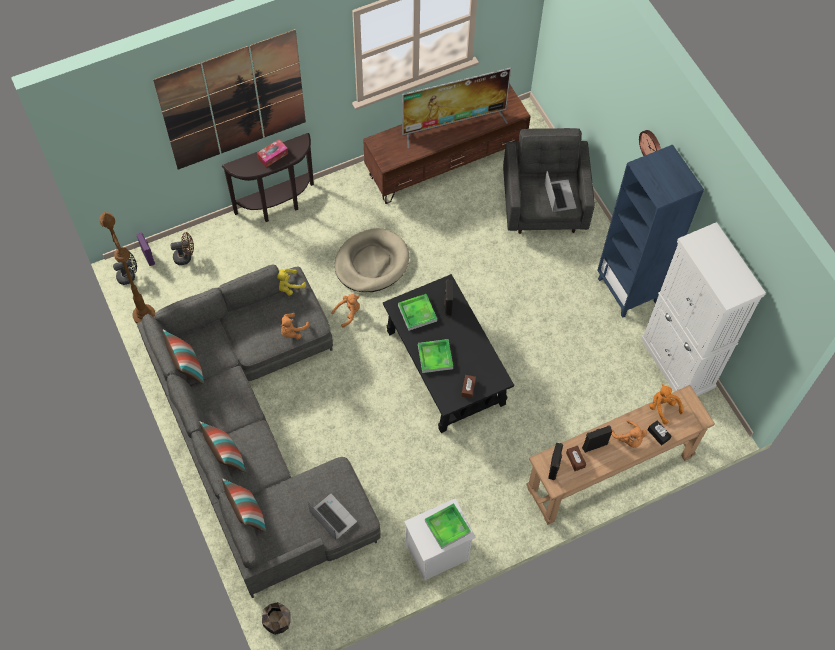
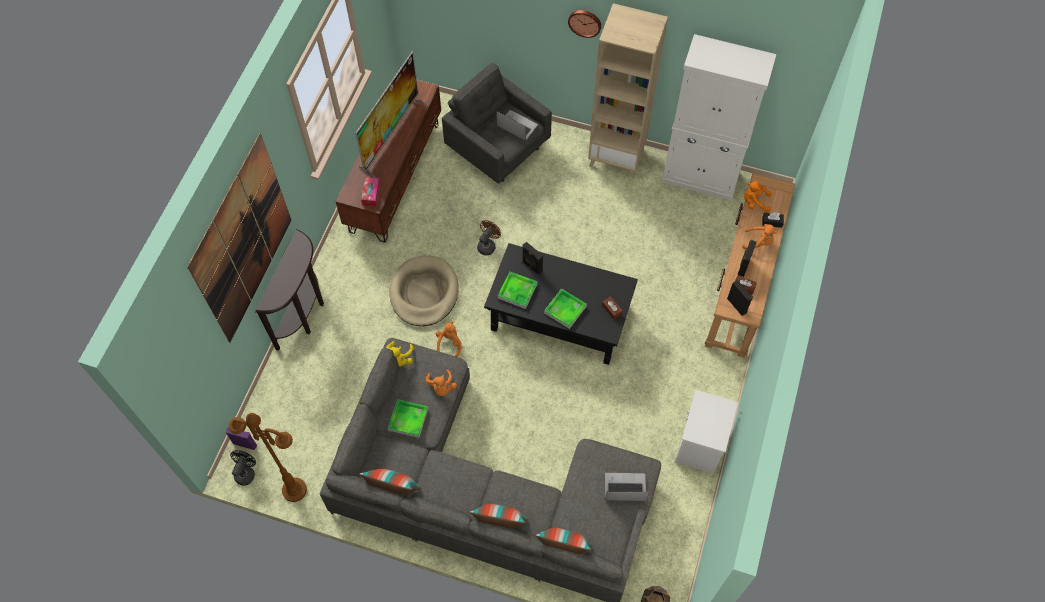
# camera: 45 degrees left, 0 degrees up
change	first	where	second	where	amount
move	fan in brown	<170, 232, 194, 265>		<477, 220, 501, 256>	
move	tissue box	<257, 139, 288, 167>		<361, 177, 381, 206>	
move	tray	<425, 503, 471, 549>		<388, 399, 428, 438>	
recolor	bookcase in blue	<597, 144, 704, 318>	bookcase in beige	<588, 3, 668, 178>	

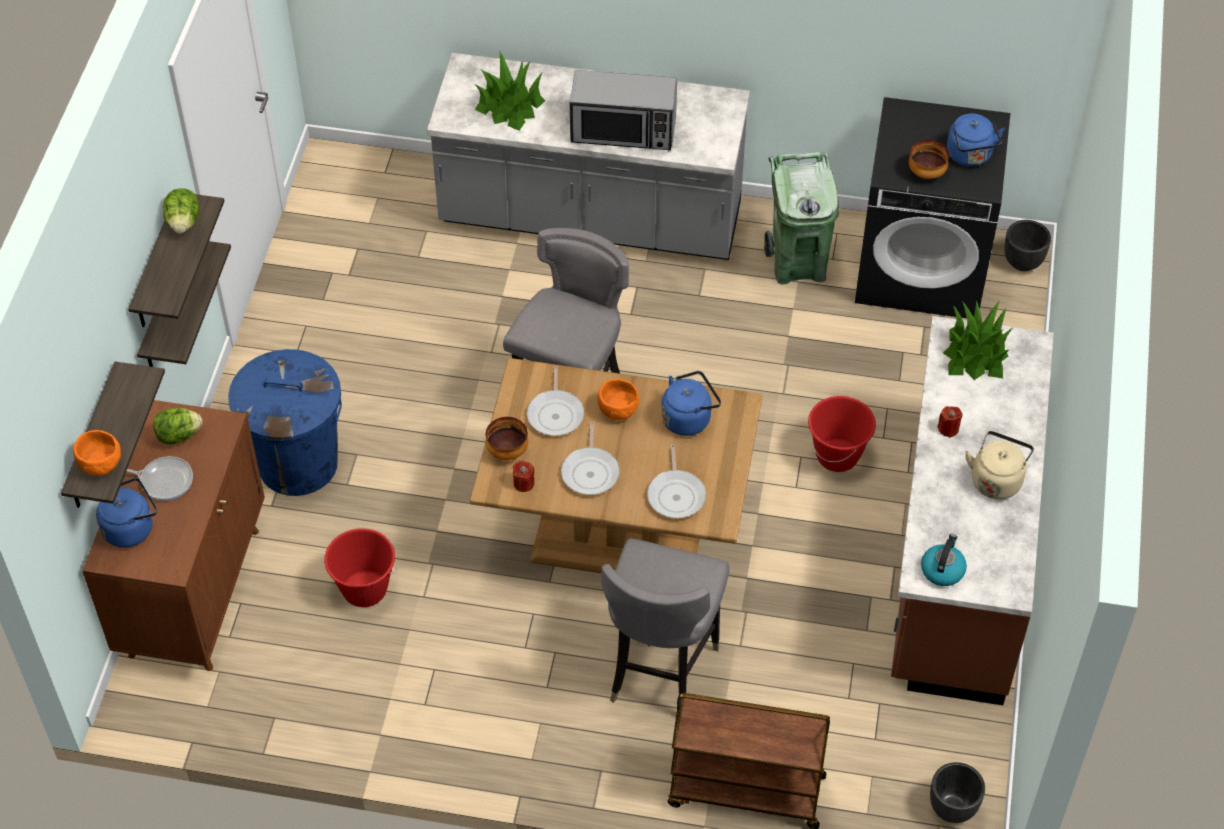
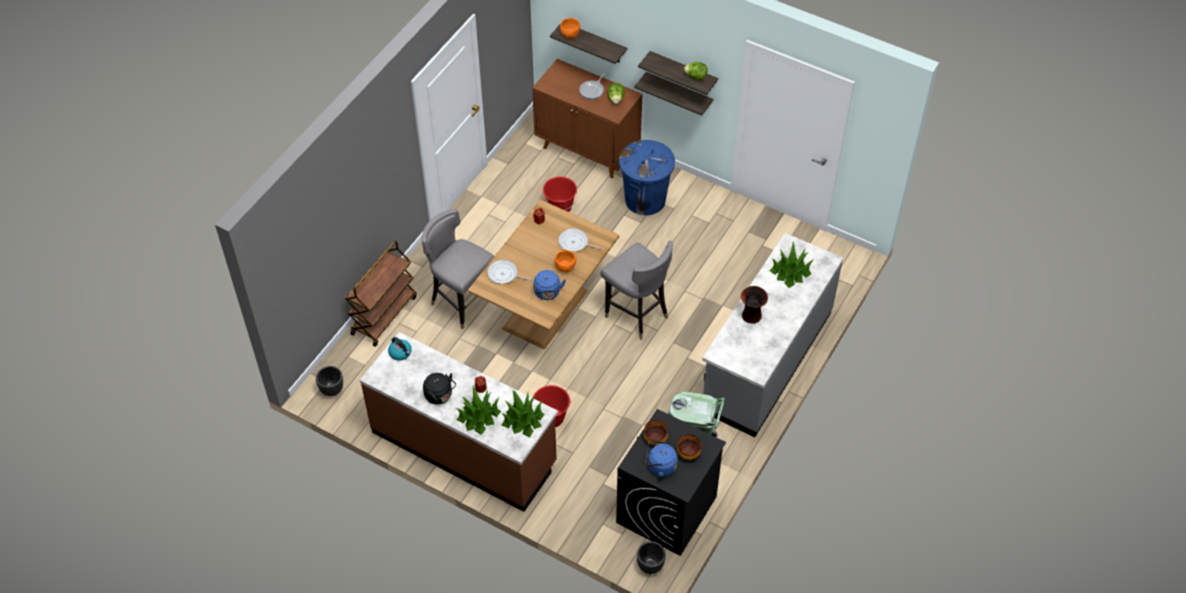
# camera: 110 degrees right, 0 degrees up
change	first	where	second	where	amount
delete	kettle in blue	<96, 478, 157, 548>			
delete	frying pan	<561, 422, 620, 495>			
insert			potted plant	<456, 386, 501, 435>	
move	bowl	<486, 417, 528, 460>		<677, 434, 701, 460>	
replace	microwave	<570, 70, 677, 151>	vase	<741, 286, 768, 323>	
recolor	kettle in beige	<965, 431, 1034, 500>	kettle in black	<423, 373, 456, 405>	

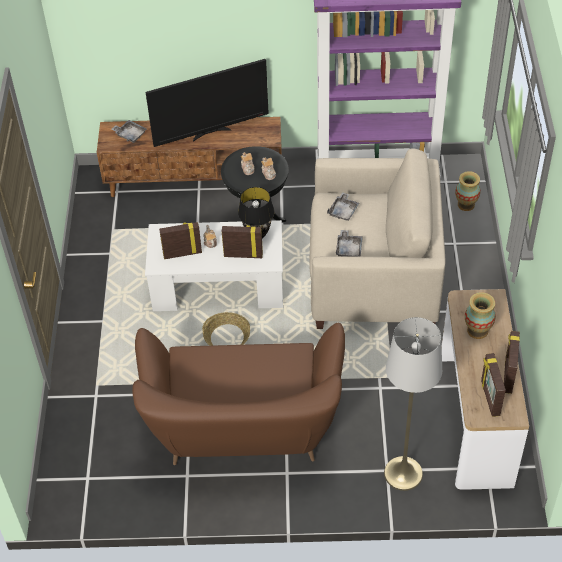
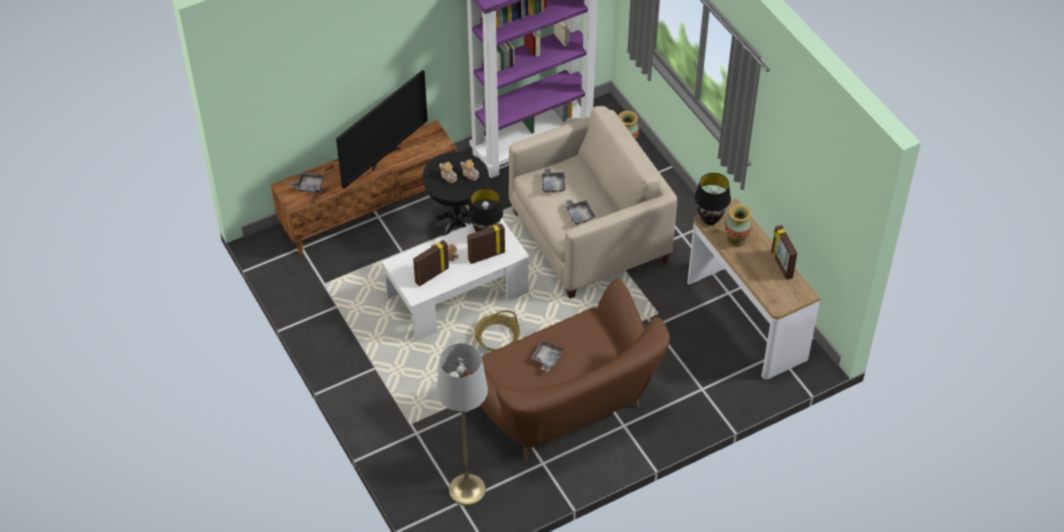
# camera: 30 degrees left, 0 degrees up
change	first	where	second	where	amount
delete	picture frame	<481, 353, 506, 417>			
insert			tray in grey	<531, 340, 564, 372>	
insert			table lamp in black	<695, 173, 731, 225>	
move	floor lamp in grey	<384, 317, 442, 491>		<437, 343, 488, 506>	

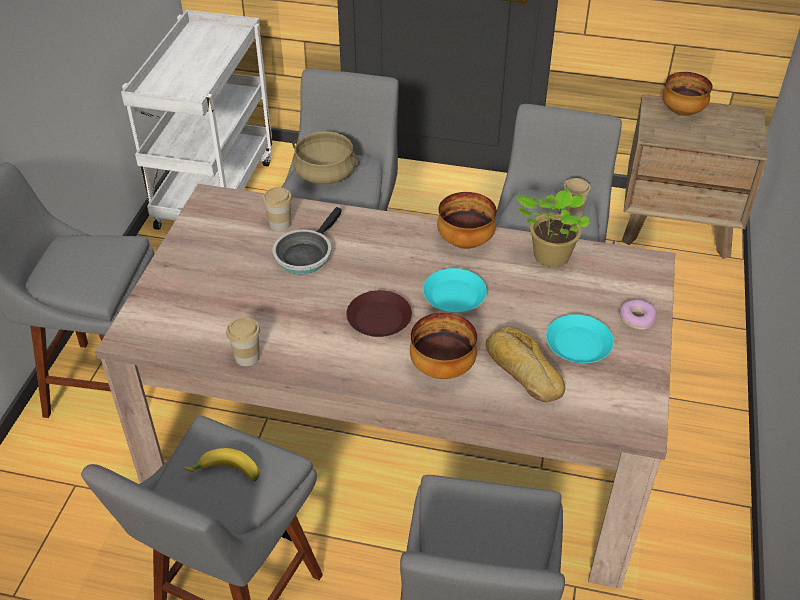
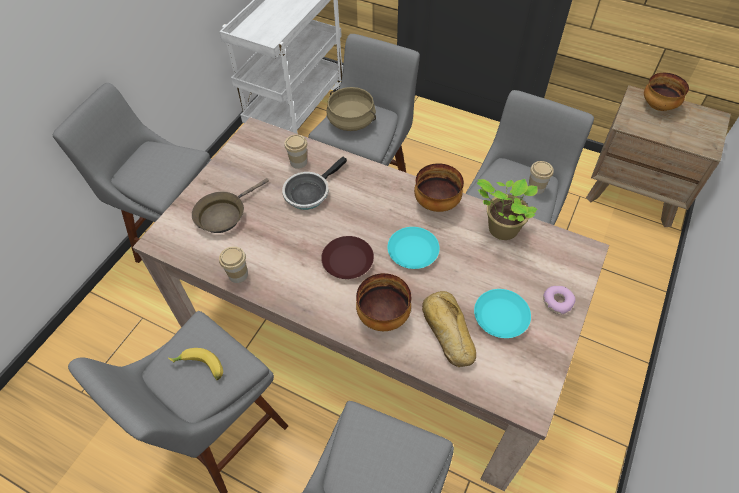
# camera: 15 degrees right, 10 degrees up
change	first	where	second	where	amount
insert			frying pan in brown	<192, 178, 269, 233>	

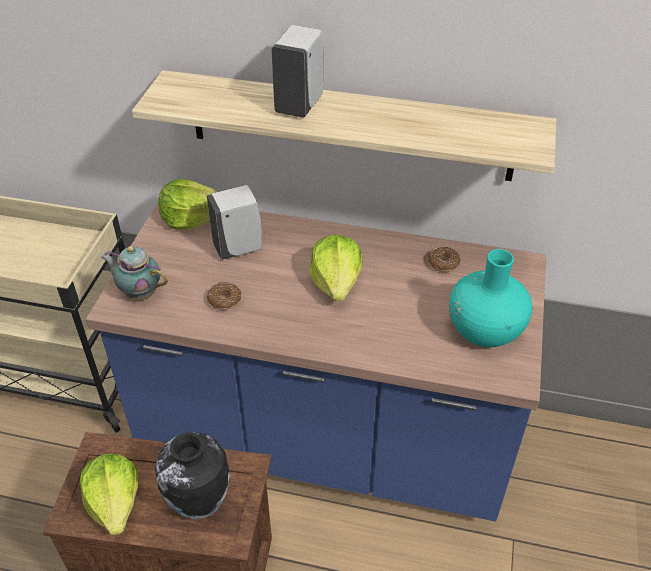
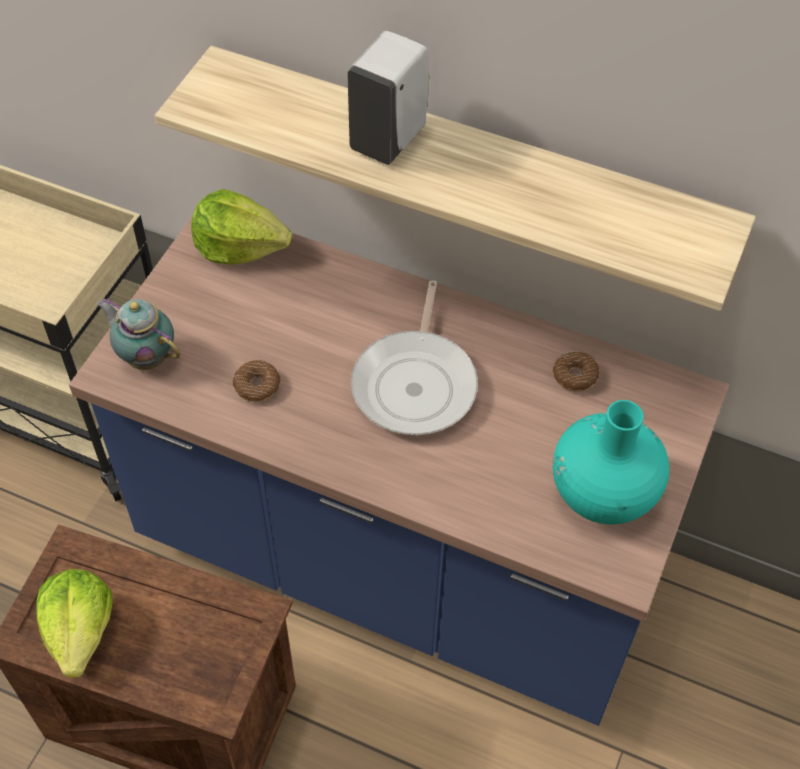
# camera: 10 degrees right, 10 degrees up
change	first	where	second	where	amount
delete	vase	<155, 432, 230, 519>			
delete	soap dispenser in white	<207, 185, 262, 260>			
replace	lettuce	<309, 235, 363, 301>	frying pan	<351, 280, 478, 435>	

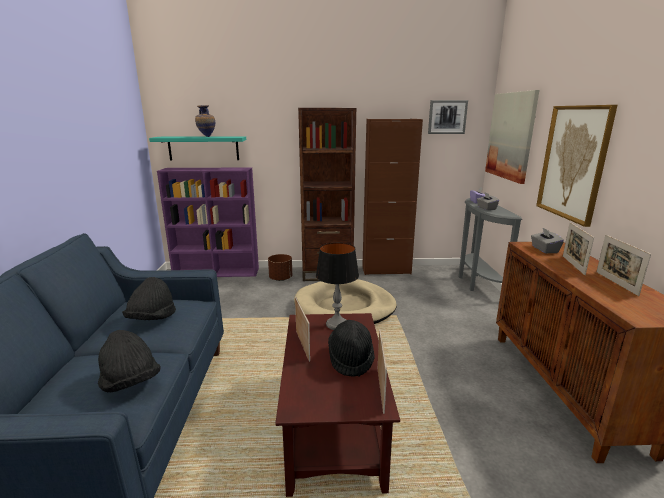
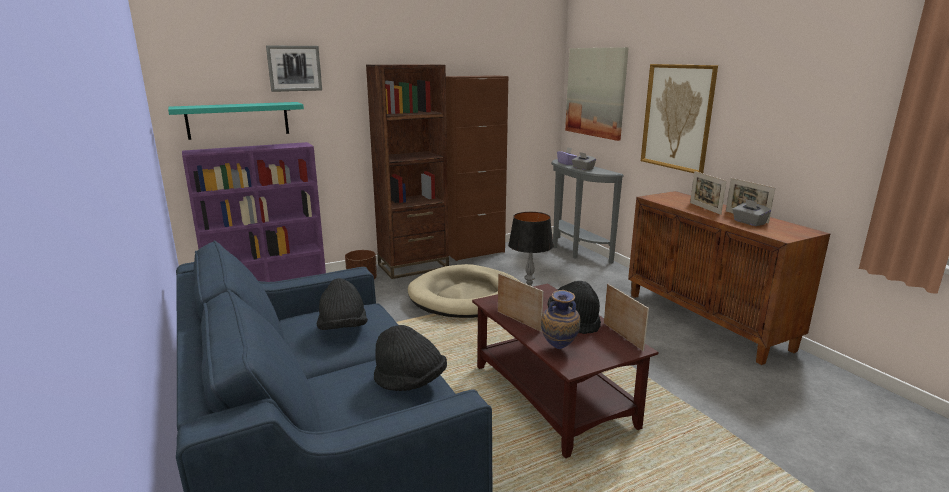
# camera: 25 degrees left, 0 degrees up
change	first	where	second	where	amount
move	vase	<195, 105, 215, 137>		<541, 290, 580, 349>	
move	picture	<428, 100, 468, 134>		<266, 46, 322, 92>	
move	tissue box in grey	<531, 228, 564, 253>		<732, 199, 771, 226>	

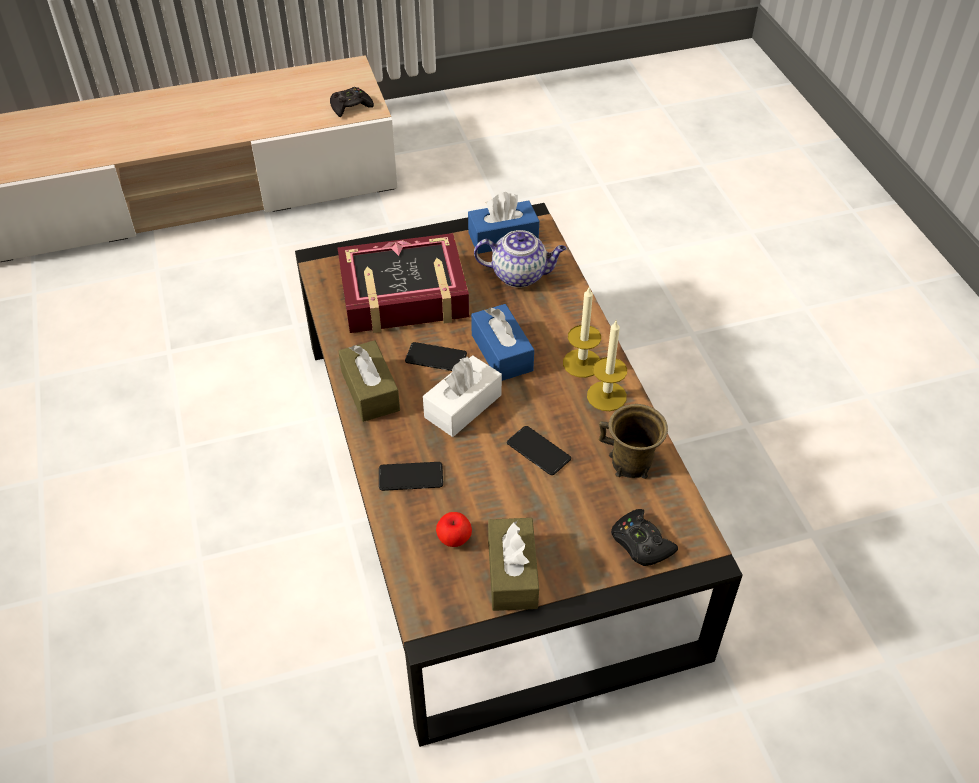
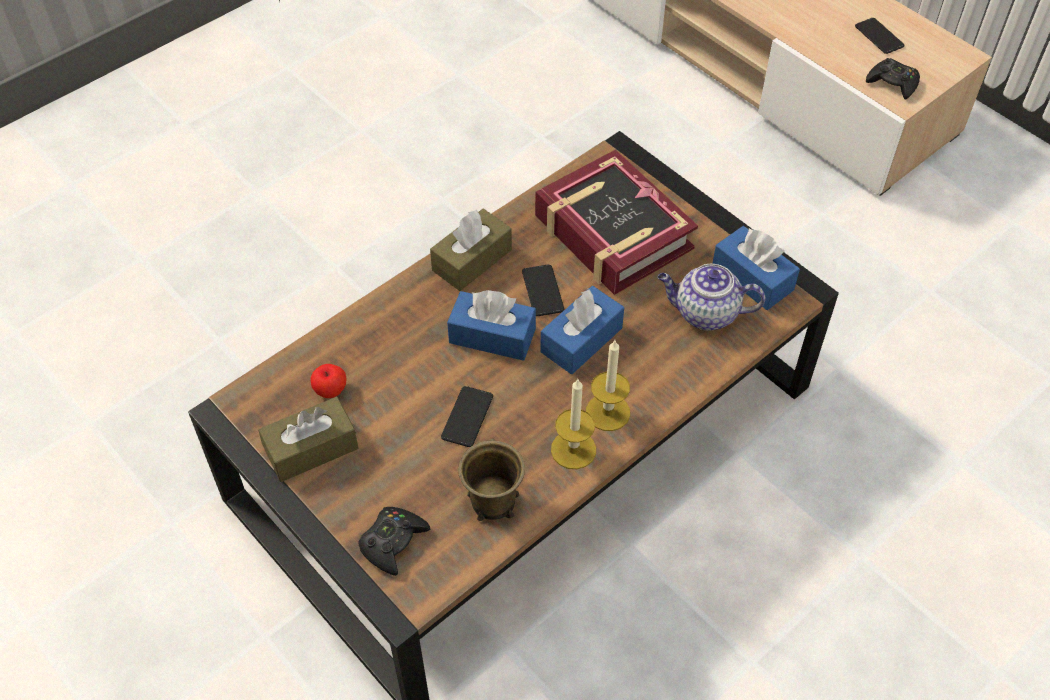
# camera: 65 degrees right, 5 degrees up
change	first	where	second	where	amount
move	phone	<379, 462, 443, 491>		<855, 18, 905, 54>	
recolor	tissue box in white	<423, 356, 502, 437>	tissue box in blue	<447, 290, 536, 361>	
rotate	teapot	<474, 230, 567, 288>		<658, 264, 765, 331>	120 degrees clockwise

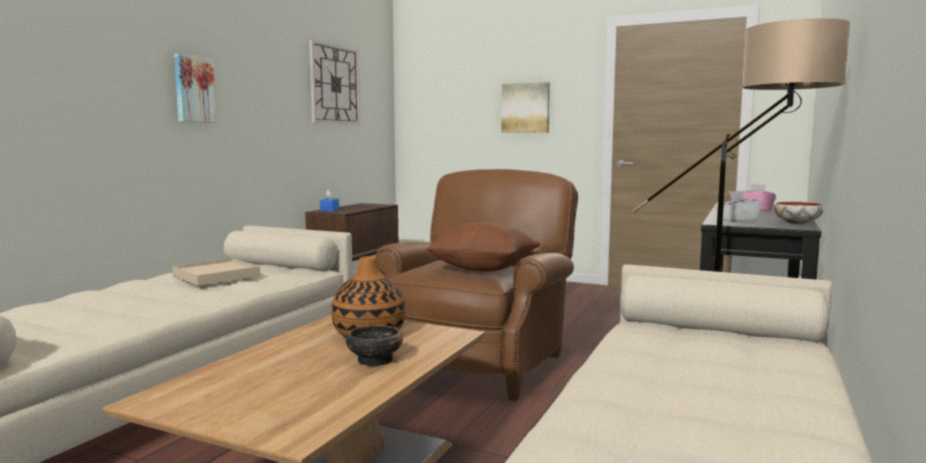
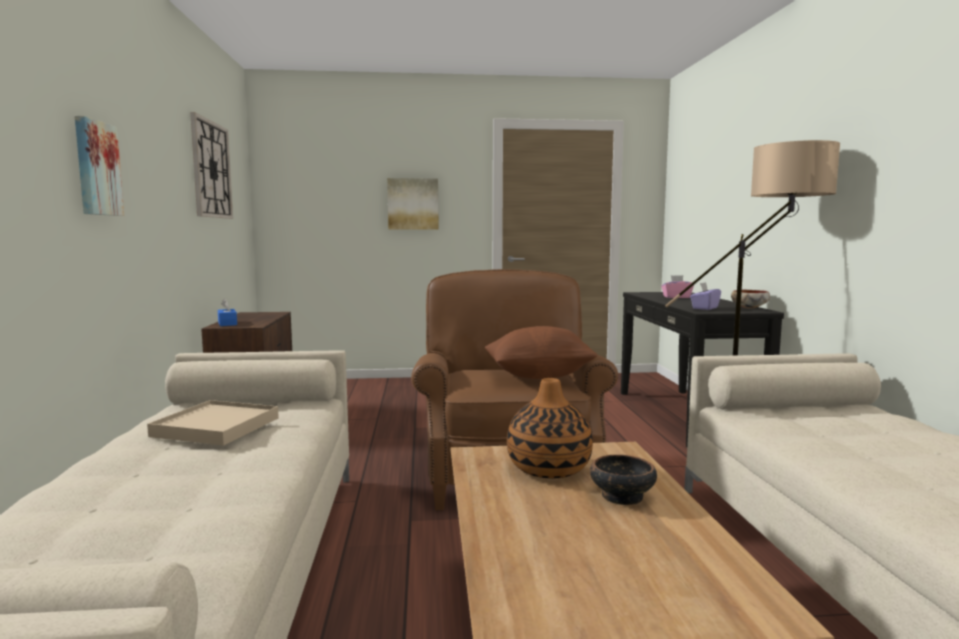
# camera: 30 degrees left, 0 degrees up
change	first	where	second	where	amount
recolor	tissue box in white	<715, 190, 761, 222>	tissue box in purple	<690, 282, 721, 310>	

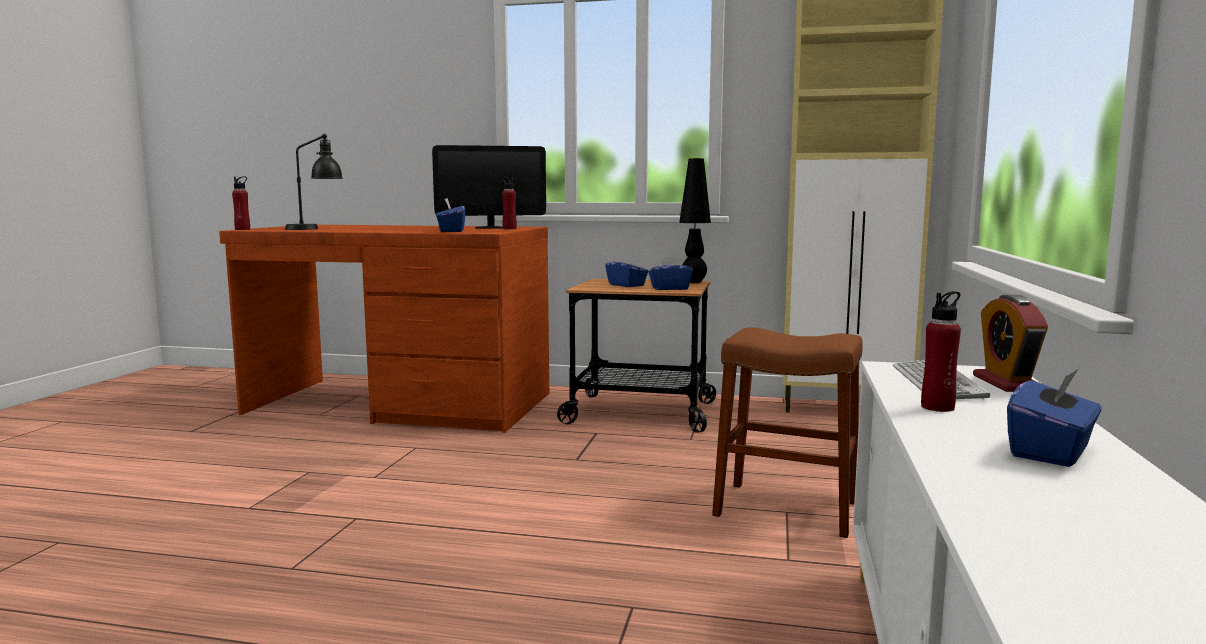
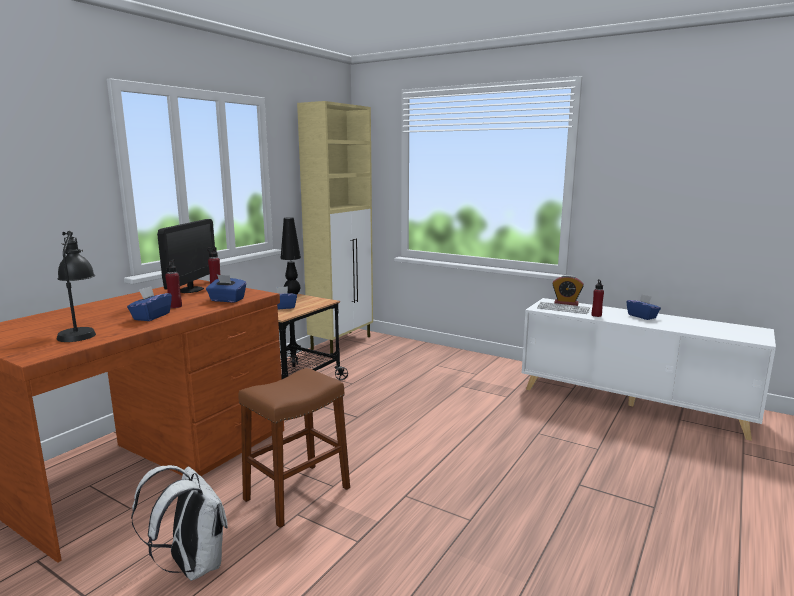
# camera: 70 degrees left, 5 degrees up
change	first	where	second	where	amount
insert			backpack in white	<131, 465, 228, 581>	
move	bottle in red	<232, 176, 250, 230>		<165, 260, 182, 308>	
move	tissue box in blue	<648, 256, 693, 290>		<127, 286, 172, 321>	
move	stool in brown	<712, 327, 863, 538>		<238, 368, 350, 528>	

